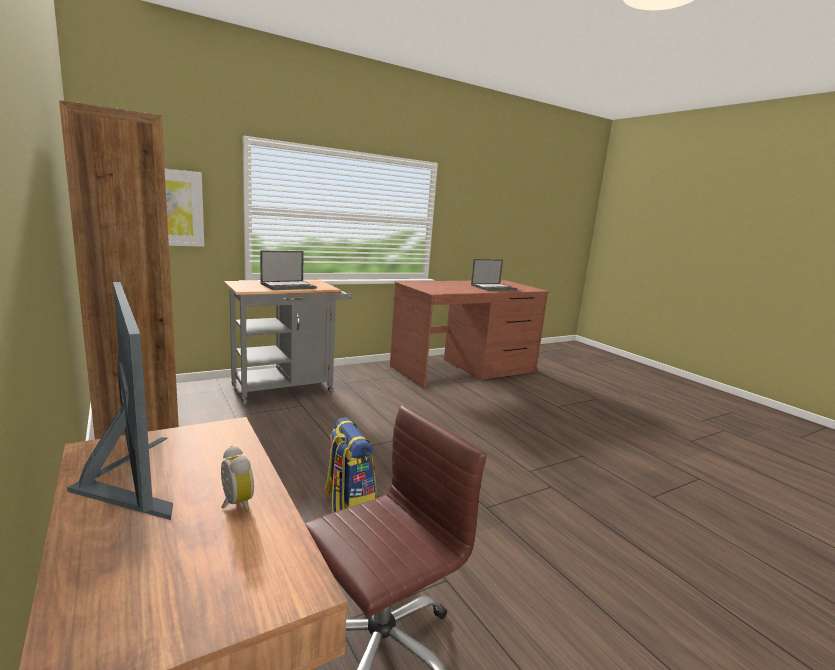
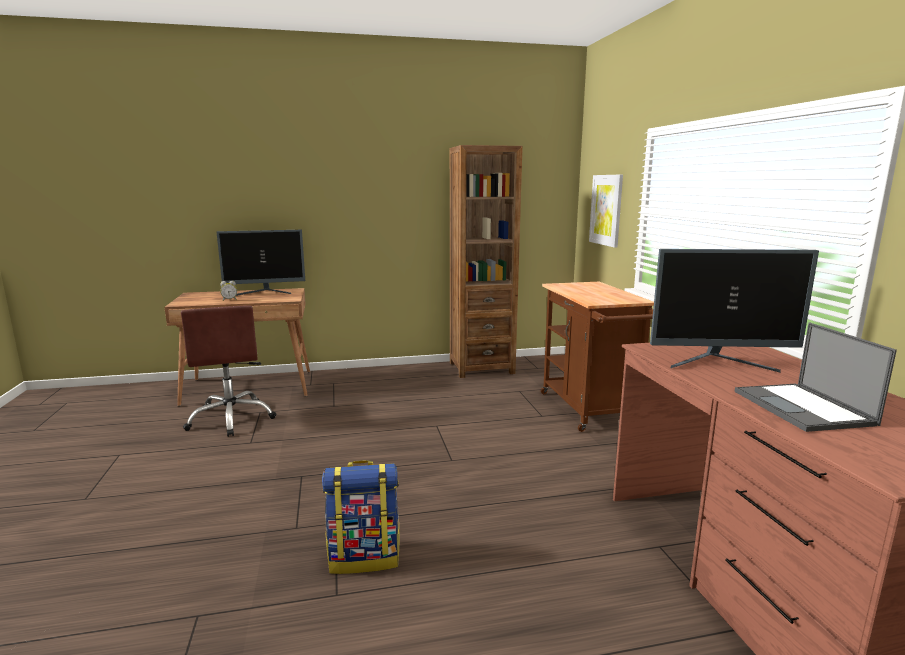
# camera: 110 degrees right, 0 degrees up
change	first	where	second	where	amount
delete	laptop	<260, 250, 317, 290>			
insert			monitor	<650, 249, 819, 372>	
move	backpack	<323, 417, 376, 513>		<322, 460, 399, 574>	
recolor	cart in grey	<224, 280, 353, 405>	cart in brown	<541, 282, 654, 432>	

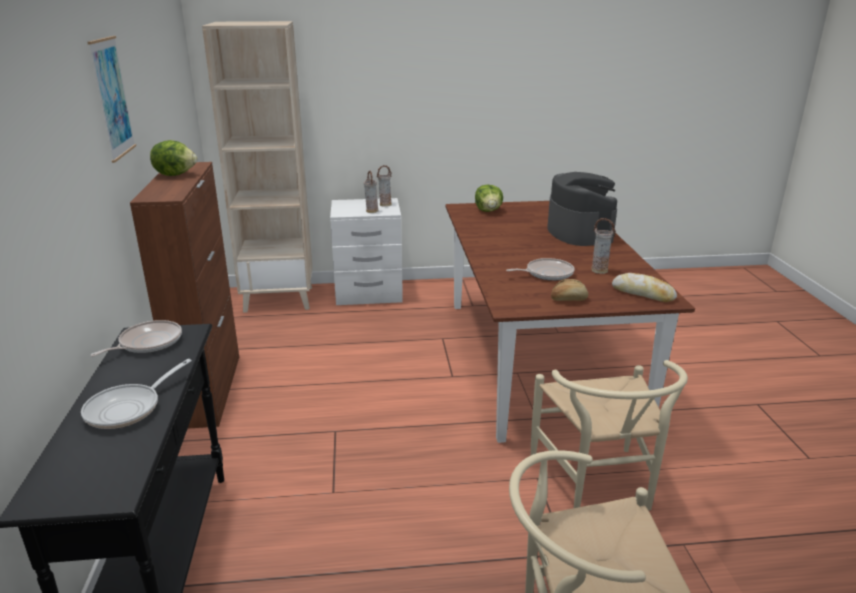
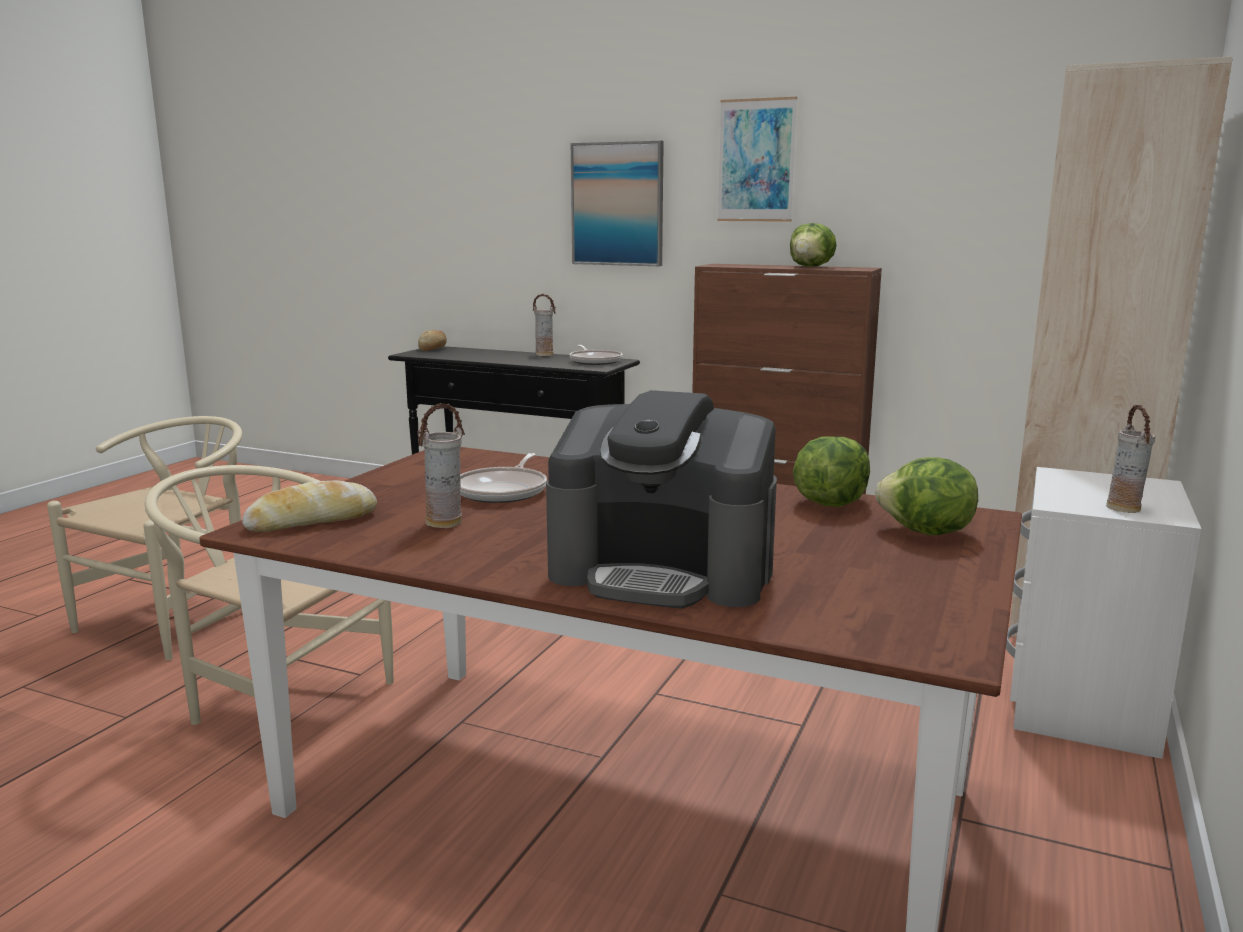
# camera: 120 degrees right, 10 degrees down
change	first	where	second	where	amount
delete	frying pan	<81, 359, 192, 429>			
insert			picture	<571, 141, 664, 266>	
insert			lettuce	<793, 437, 870, 507>	
move	vase	<364, 171, 378, 213>		<533, 294, 556, 356>	
move	bread	<551, 279, 588, 301>		<418, 330, 447, 351>	

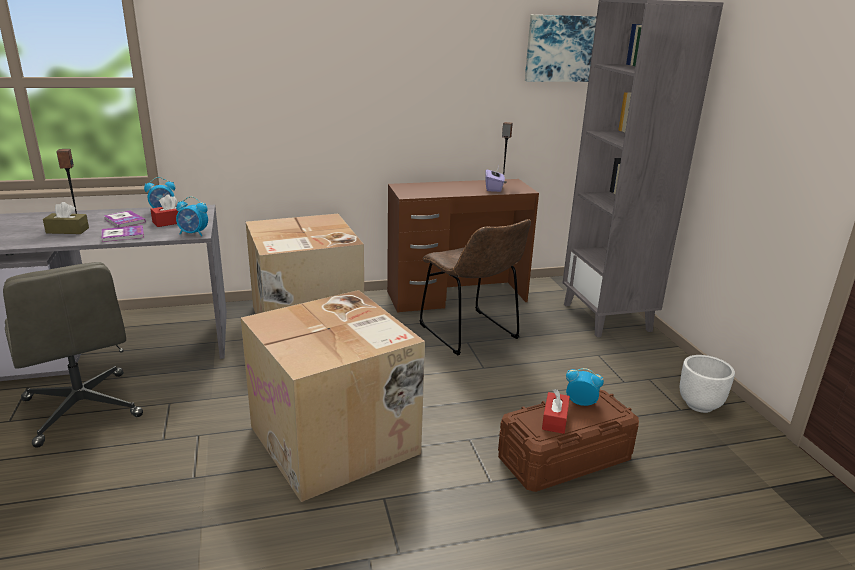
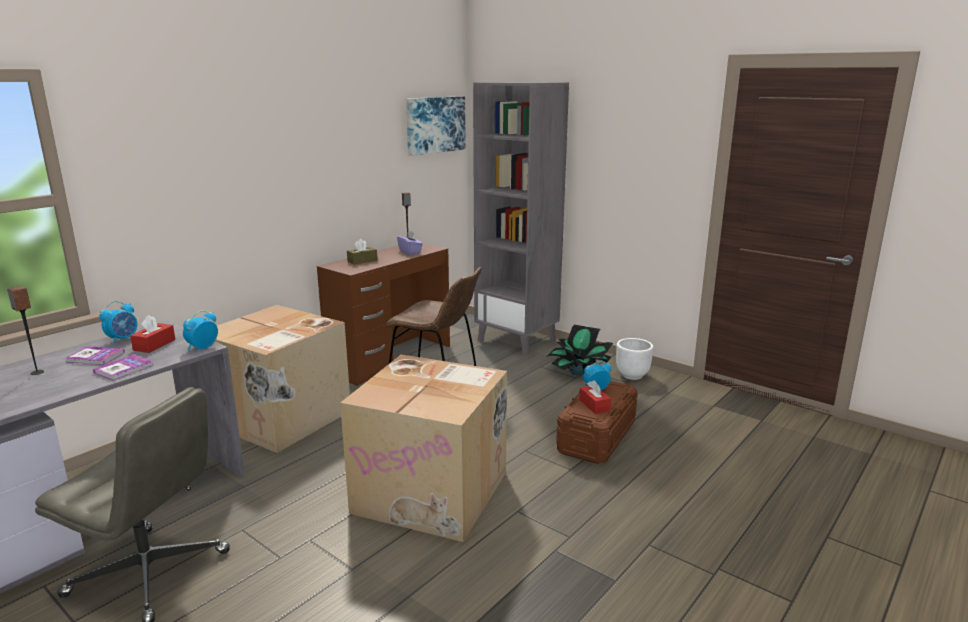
# camera: 35 degrees left, 5 degrees down
change	first	where	second	where	amount
insert			potted plant	<545, 325, 613, 375>	
move	tissue box in brown	<43, 202, 89, 234>		<347, 239, 377, 265>	
rotate	alarm clock	<176, 196, 208, 236>		<183, 310, 218, 351>	150 degrees clockwise

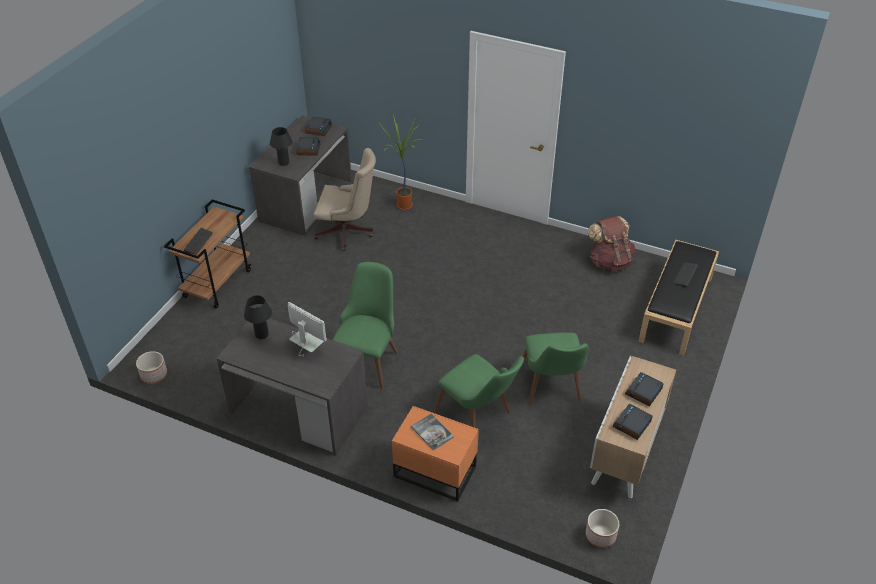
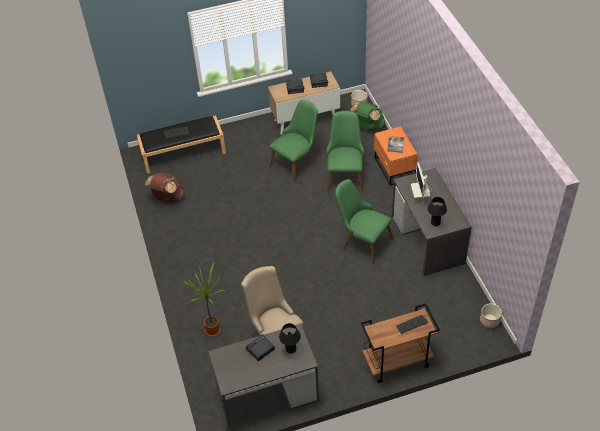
# camera: 130 degrees left, 5 degrees up
change	first	where	second	where	amount
delete	alarm clock	<305, 117, 332, 136>			
insert			backpack in green	<350, 102, 385, 131>	
rotate	chair in green	<332, 262, 398, 390>		<335, 179, 393, 265>	60 degrees clockwise

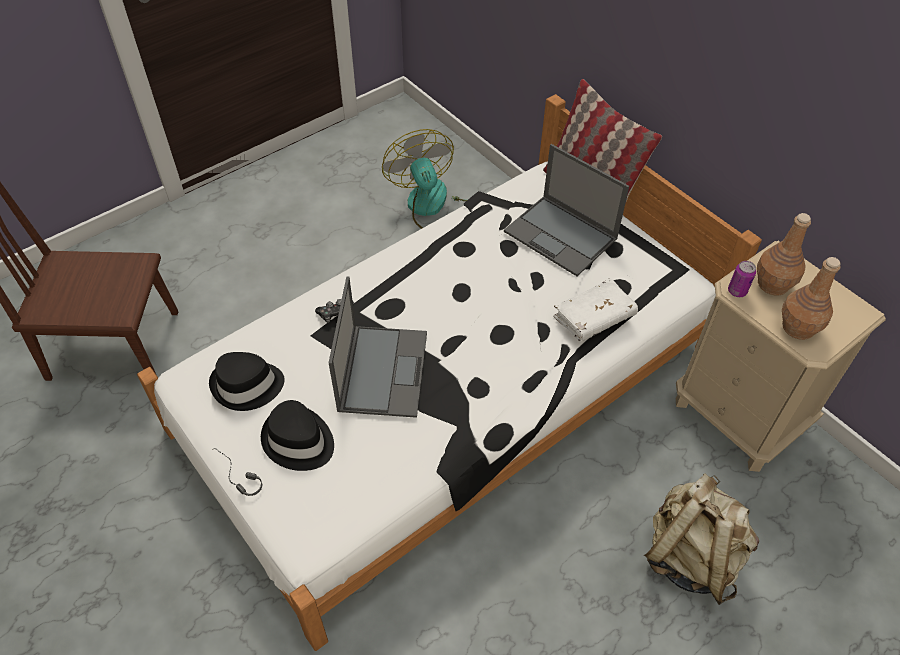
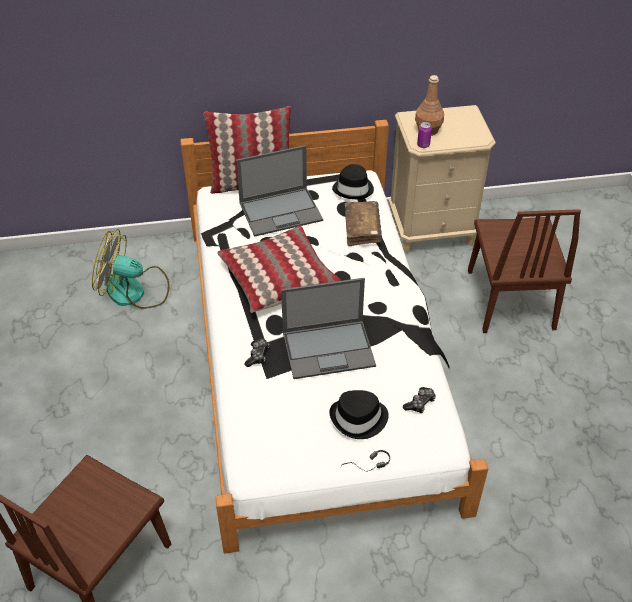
# camera: 60 degrees left, 5 degrees down
change	first	where	second	where	amount
delete	bottle in brown	<782, 257, 840, 340>			
insert			pillow	<217, 226, 341, 313>	
insert			game controller	<403, 387, 436, 413>	
move	hat in black	<209, 352, 285, 411>		<332, 164, 374, 199>	
replace	backpack in beige	<644, 473, 759, 605>	chair in brown	<468, 209, 581, 333>	
recolor	book in white	<553, 278, 638, 342>	book in brown	<345, 201, 382, 246>	
rotate	laptop	<329, 277, 427, 418>		<281, 278, 376, 379>	135 degrees clockwise

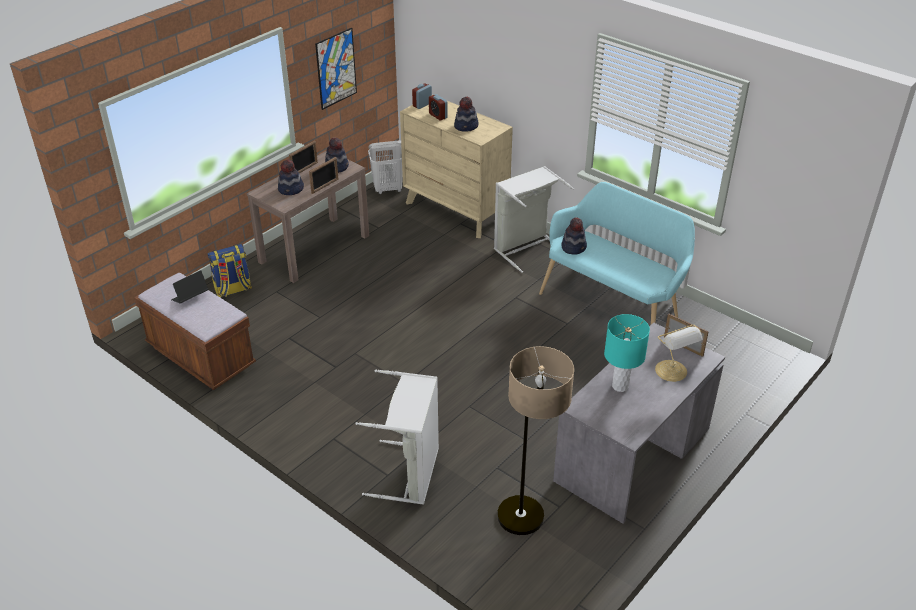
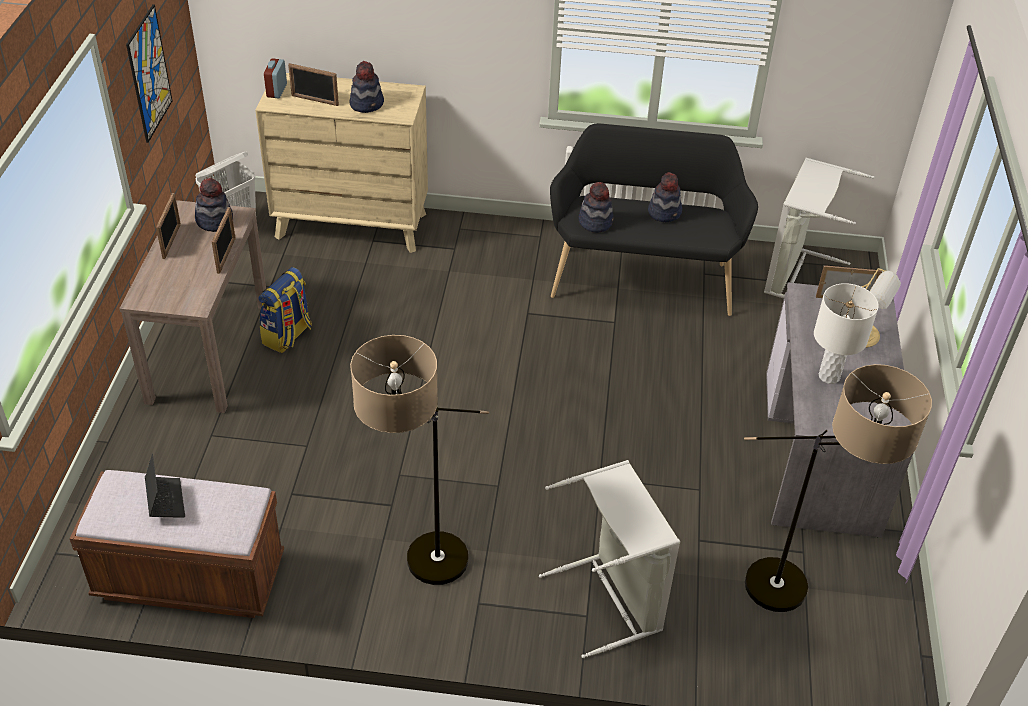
# camera: 35 degrees left, 5 degrees up
change	first	where	second	where	amount
insert			floor lamp	<350, 335, 489, 585>	
move	backpack	<208, 244, 252, 297>		<259, 267, 312, 353>	
move	hat	<278, 159, 304, 195>		<648, 172, 682, 222>	
move	laundry basket in grey	<494, 166, 574, 273>		<764, 158, 874, 299>	
replace	alarm clock	<429, 94, 448, 120>	picture frame	<288, 63, 339, 106>	
recolor	bench in turquoise	<539, 182, 695, 324>	bench in black	<550, 124, 758, 316>	
recolor	table lamp in turquoise	<604, 314, 650, 392>	table lamp in white	<814, 283, 879, 384>	
rotate	laptop	<171, 270, 208, 304>		<145, 454, 185, 518>	150 degrees clockwise

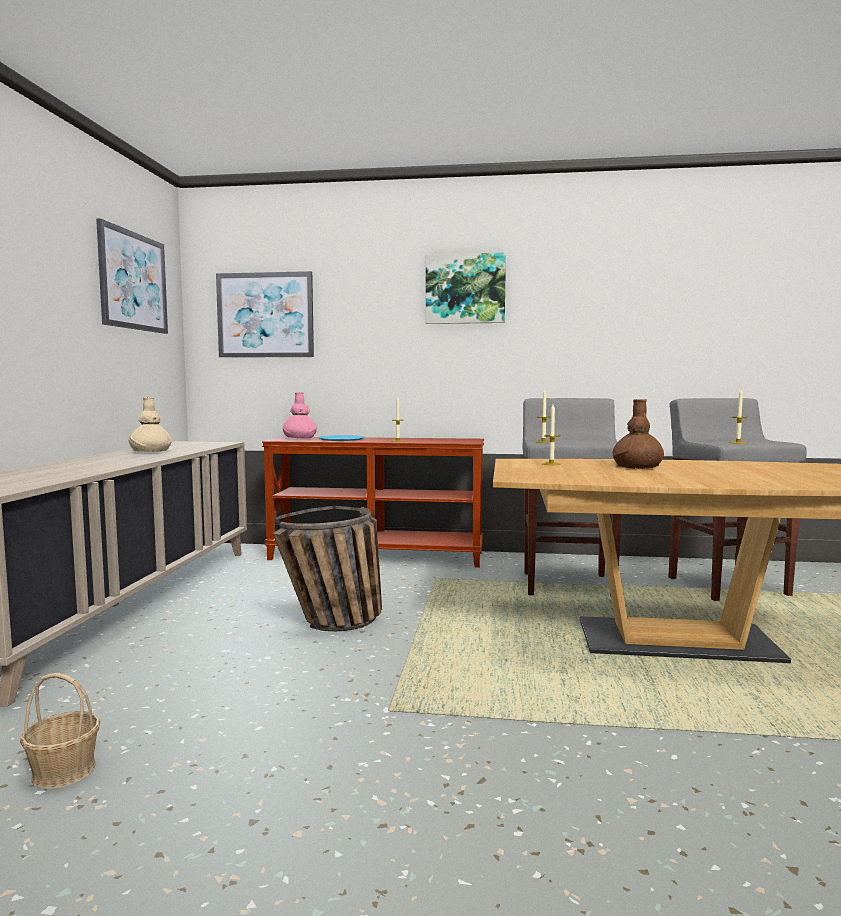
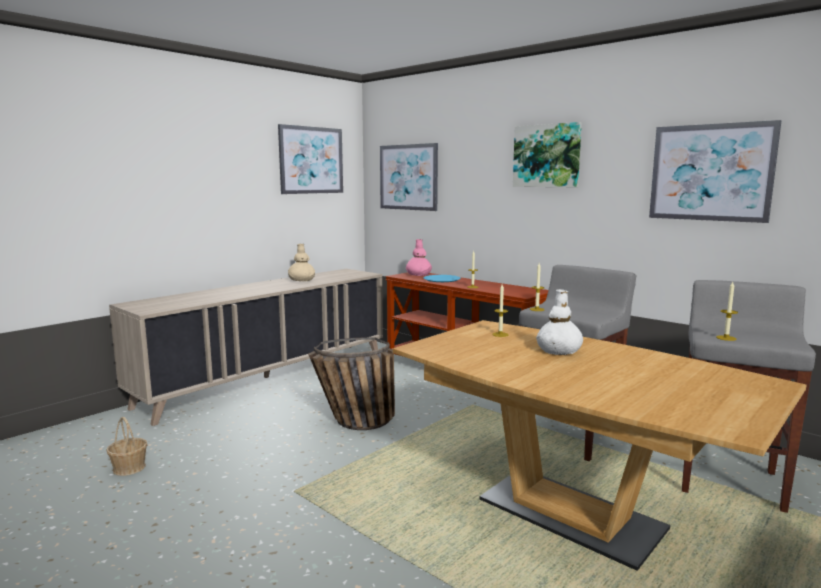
# camera: 35 degrees right, 5 degrees up
change	first	where	second	where	amount
insert			picture	<649, 120, 782, 223>	
recolor	vase in brown	<613, 399, 664, 469>	vase in white	<536, 289, 583, 355>	

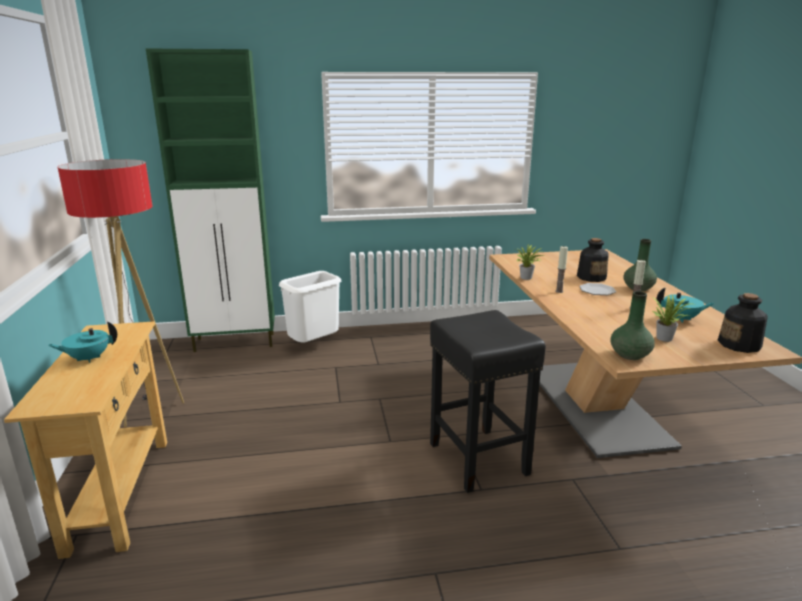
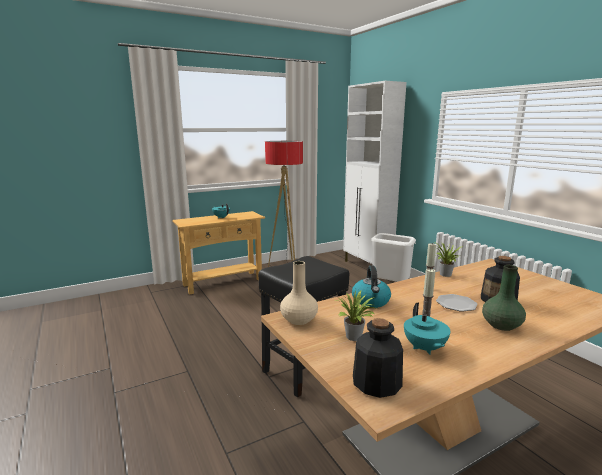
# camera: 70 degrees right, 5 degrees down
change	first	where	second	where	amount
insert			kettle	<352, 266, 391, 308>	
recolor	cabinet in green	<146, 49, 275, 352>	cabinet in white	<343, 81, 407, 264>	
recolor	vase in green	<610, 291, 655, 360>	vase in beige	<280, 261, 318, 325>	

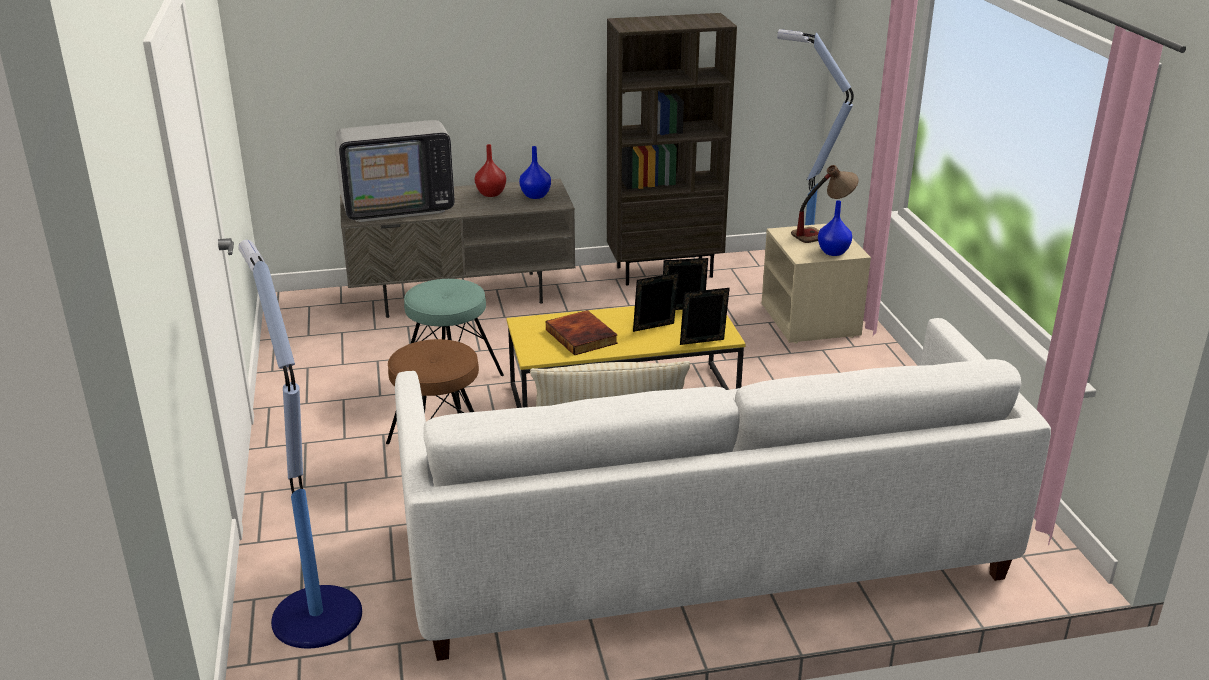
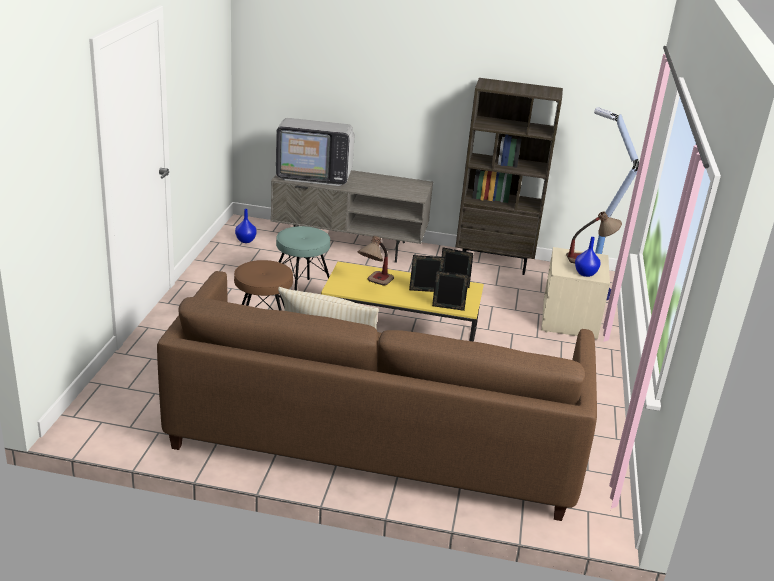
# camera: 20 degrees right, 0 degrees up
change	first	where	second	where	amount
delete	floor lamp	<238, 240, 362, 648>			
delete	vase in red	<475, 144, 506, 197>			
move	vase in blue	<519, 146, 551, 199>		<235, 209, 257, 243>	
replace	book	<546, 310, 618, 356>	table lamp	<358, 236, 394, 286>	
recolor	sofa in white	<395, 318, 1051, 661>	sofa in brown	<157, 271, 597, 521>	

